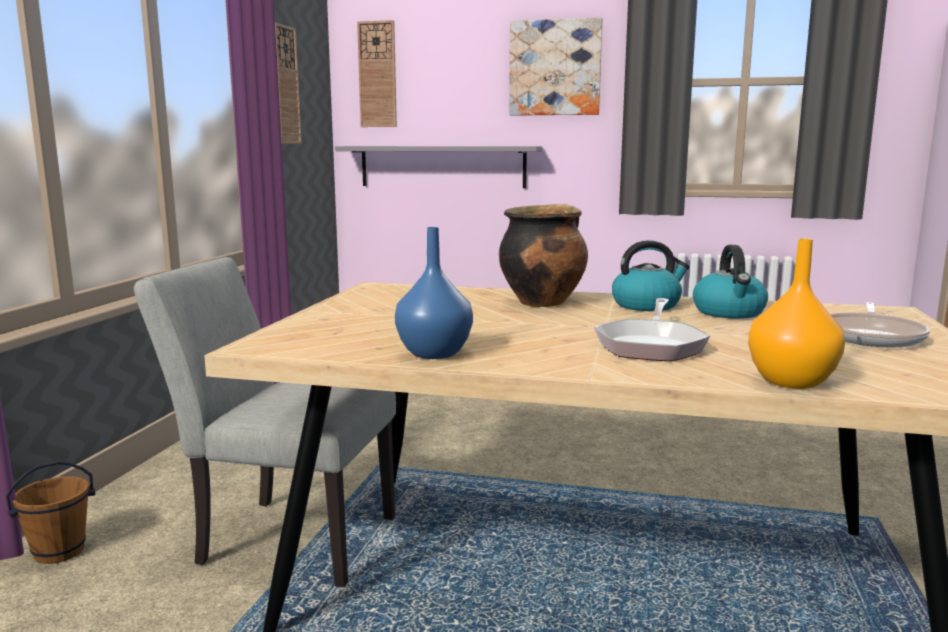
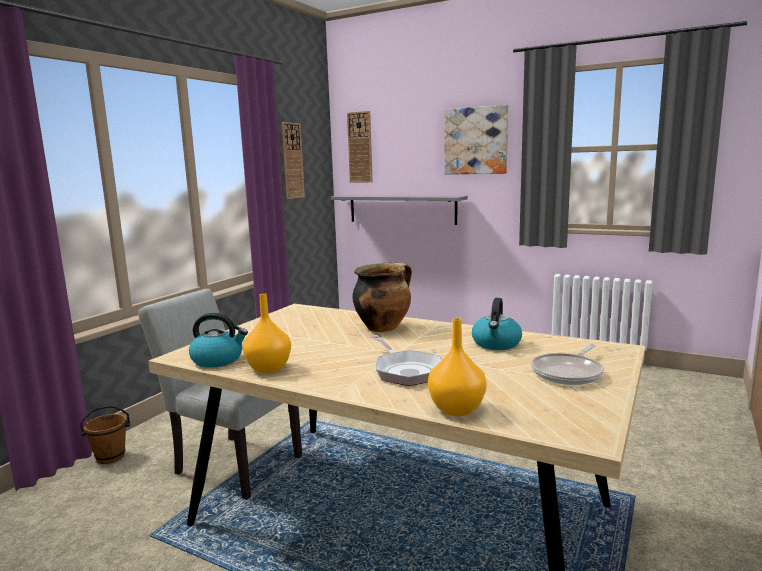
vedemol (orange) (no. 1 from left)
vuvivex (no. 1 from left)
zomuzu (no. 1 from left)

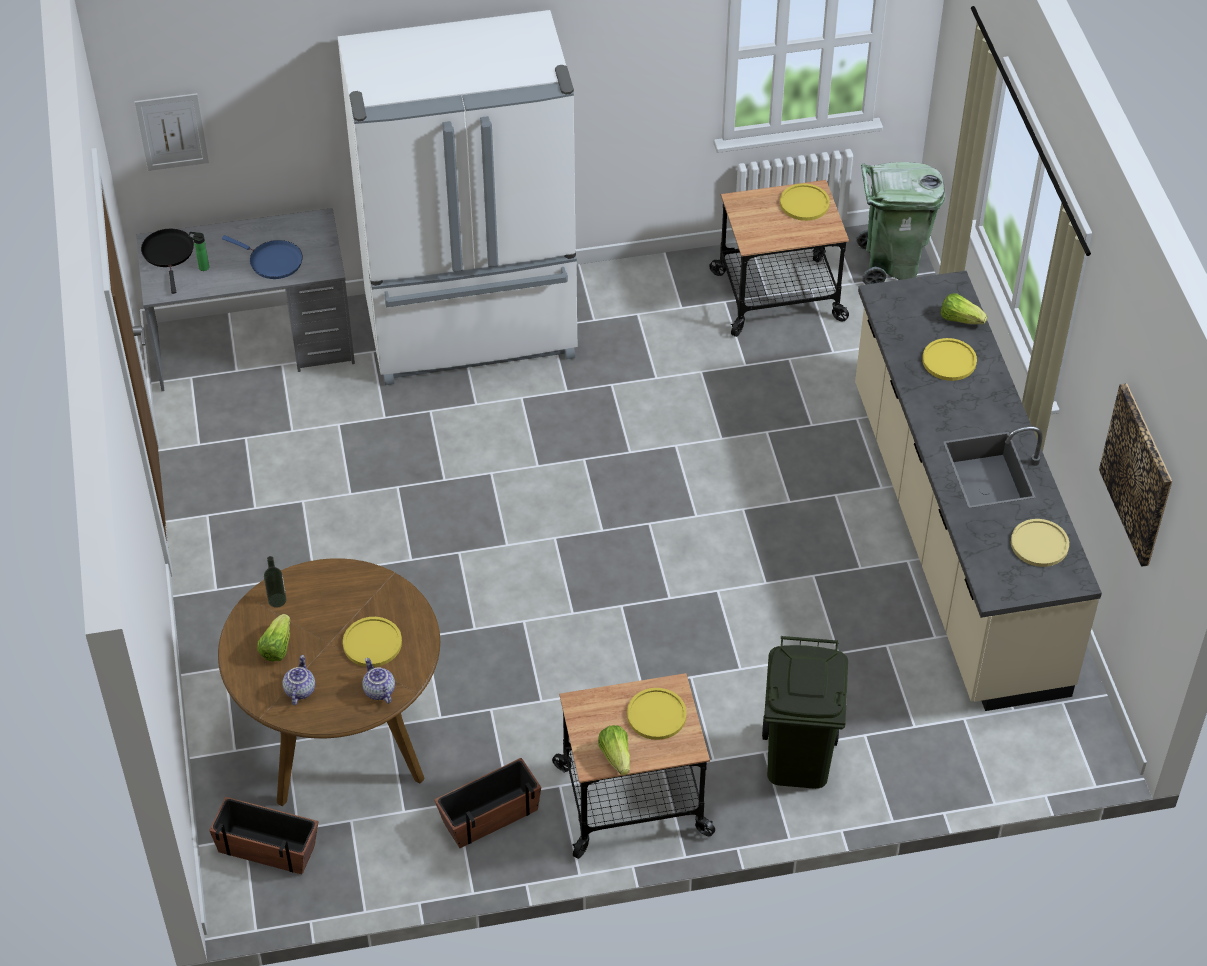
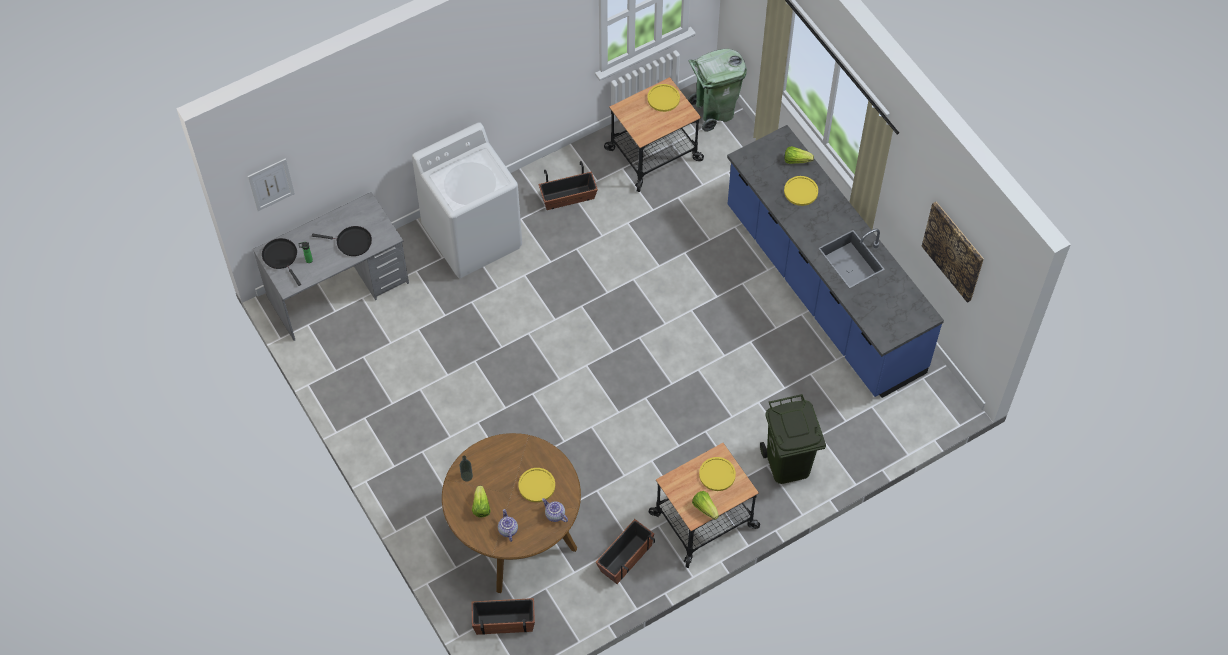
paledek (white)
zomuzu (black) (no. 2 from left)
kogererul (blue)
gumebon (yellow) (no. 5 from left in the first image)
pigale (no. 2 from left)

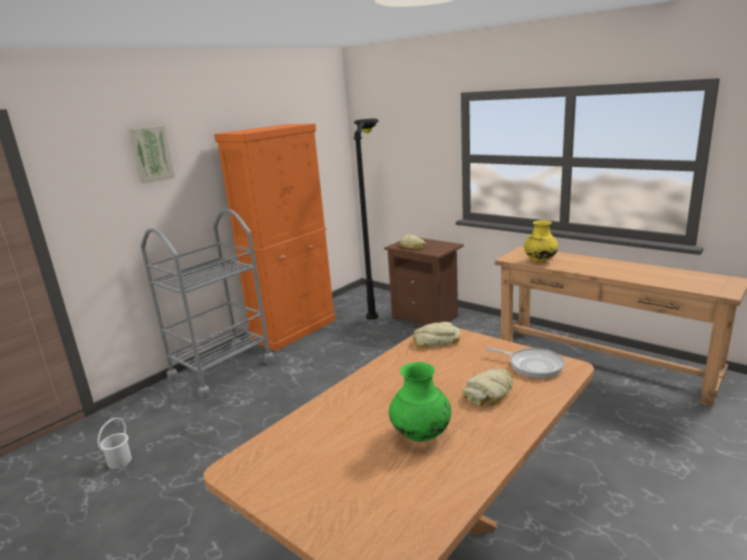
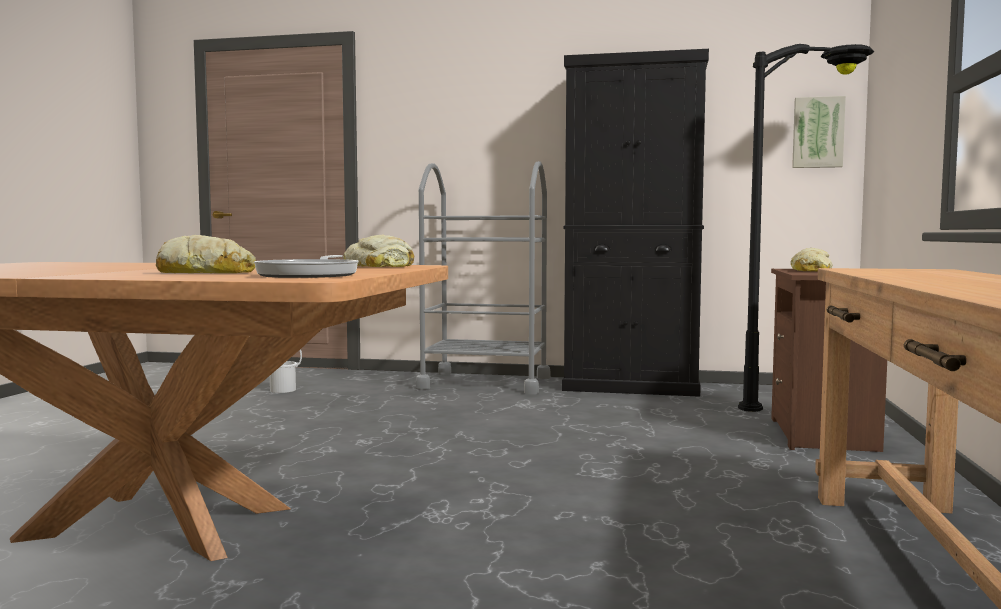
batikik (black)
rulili
vedemol (yellow)
vedemol (green)

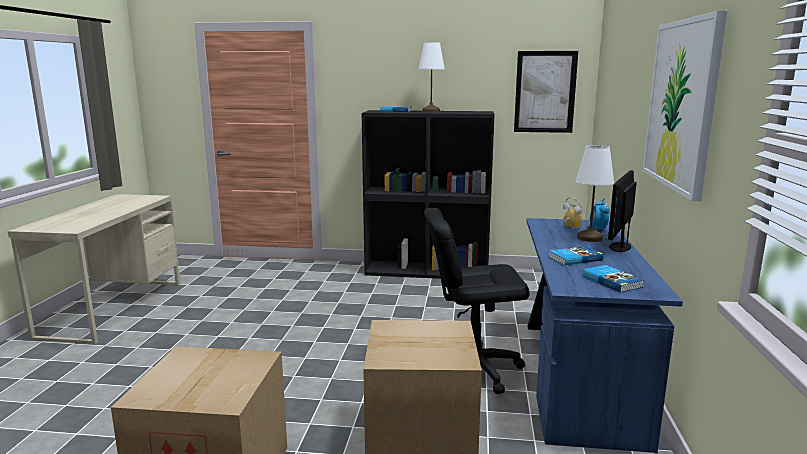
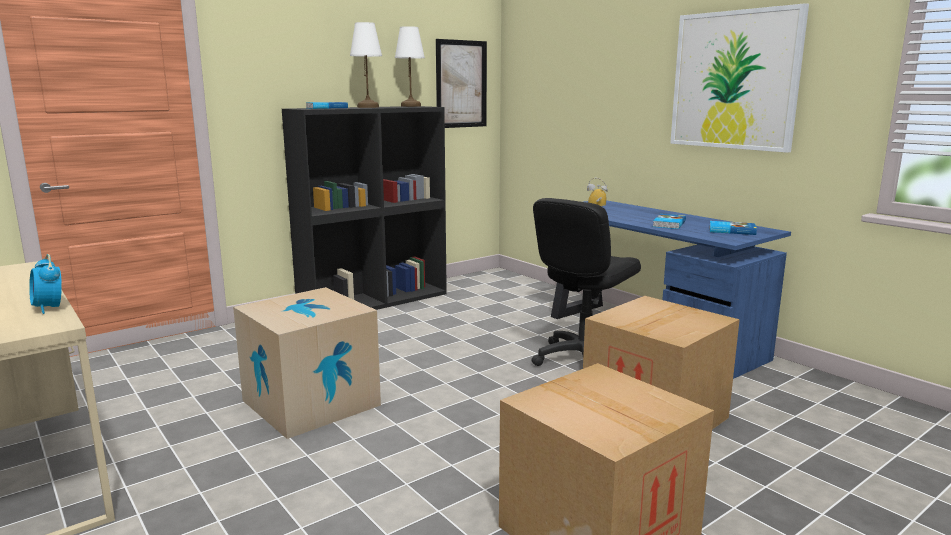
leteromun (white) (no. 2 from left)
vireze
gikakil (no. 1 from left)
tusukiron (no. 1 from left)

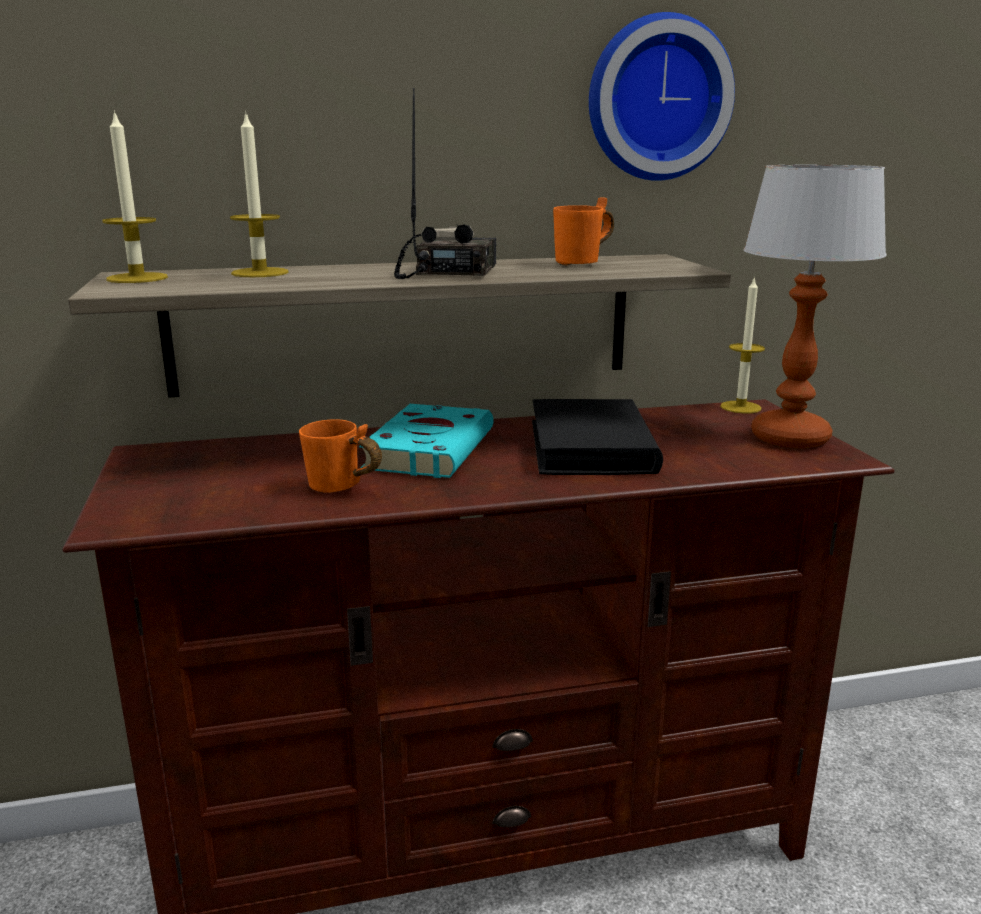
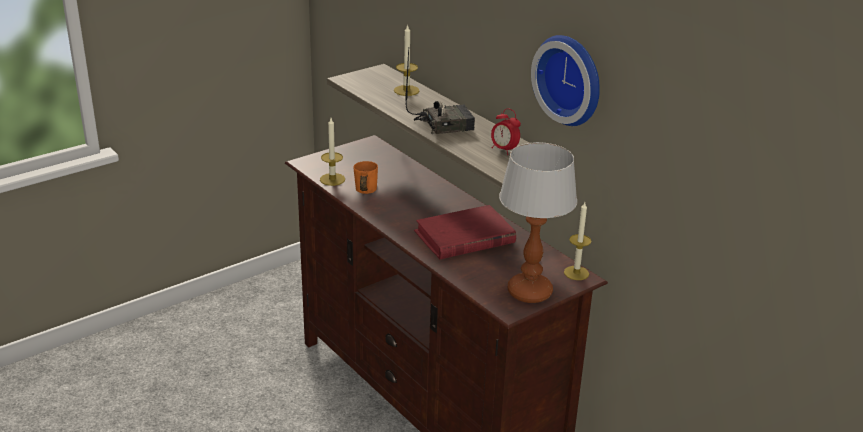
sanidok (no. 1 from left)
gikakil
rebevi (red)
rebevi (turquoise)

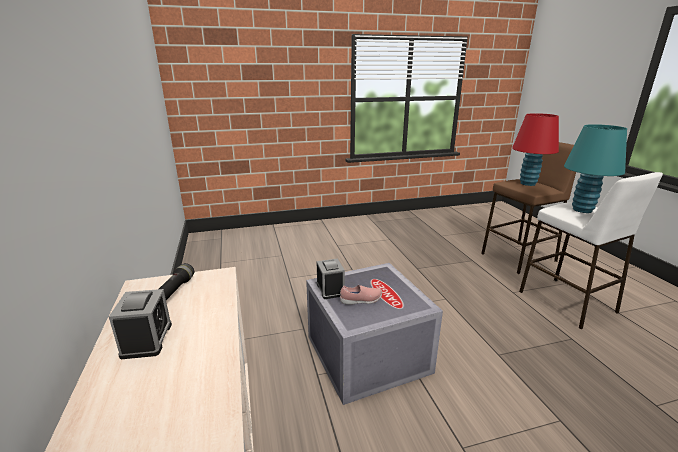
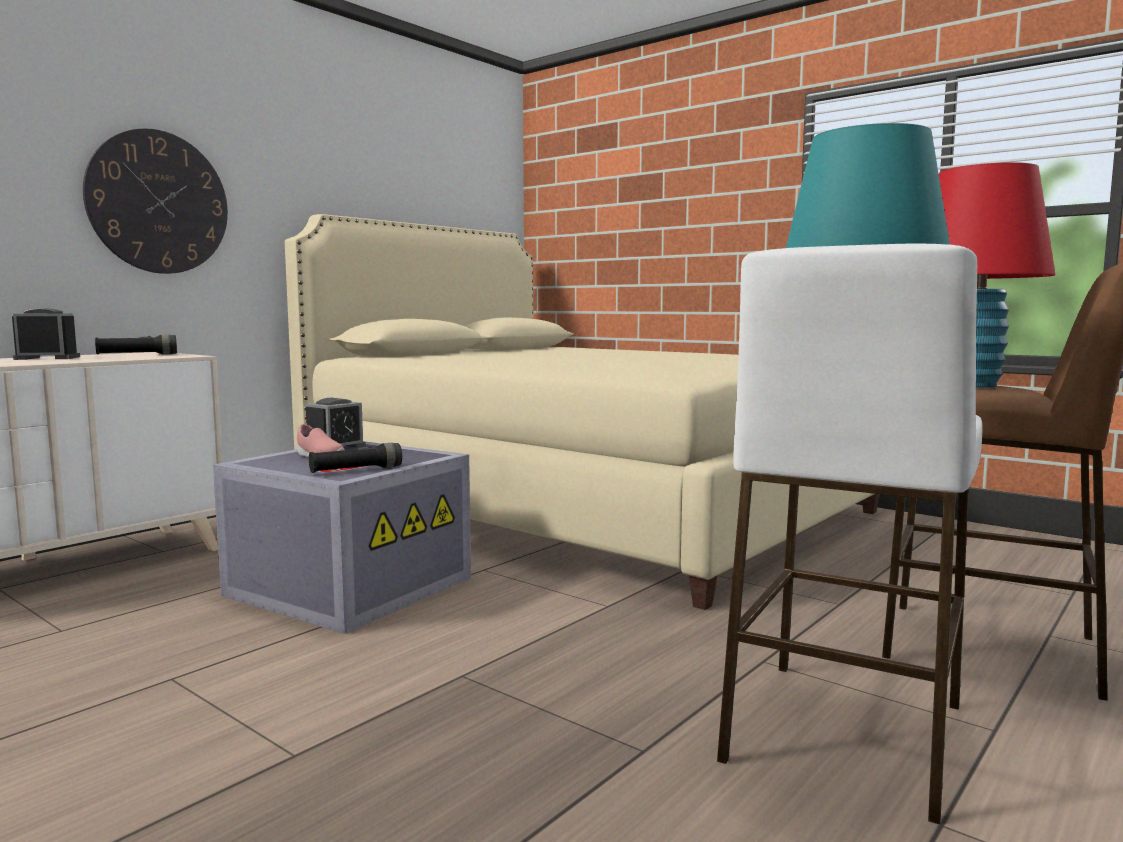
gikakil (no. 1 from left)
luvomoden
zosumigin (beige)
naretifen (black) (no. 2 from left)

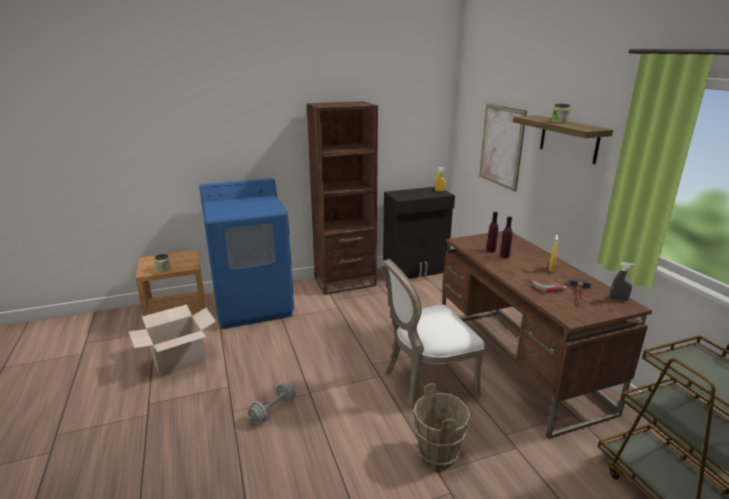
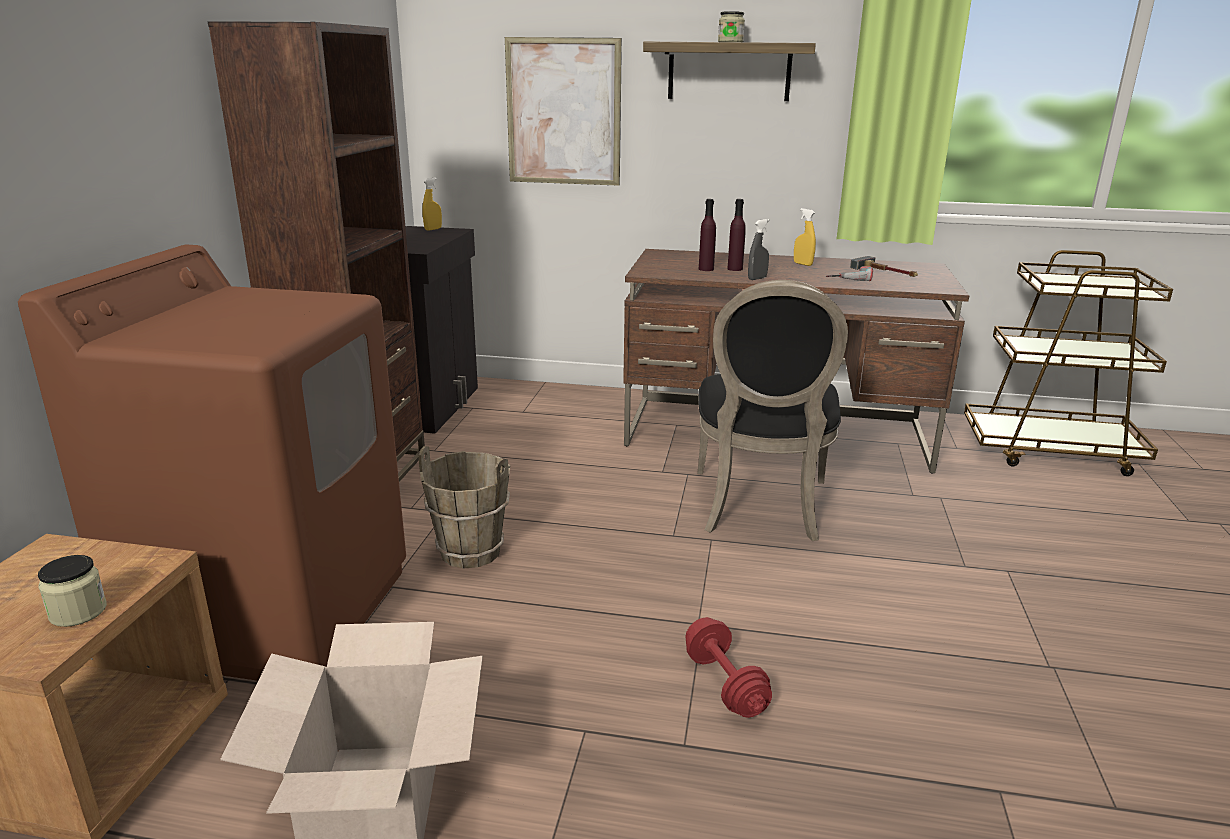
paledek (brown)
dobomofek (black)
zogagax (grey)
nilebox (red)
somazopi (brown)

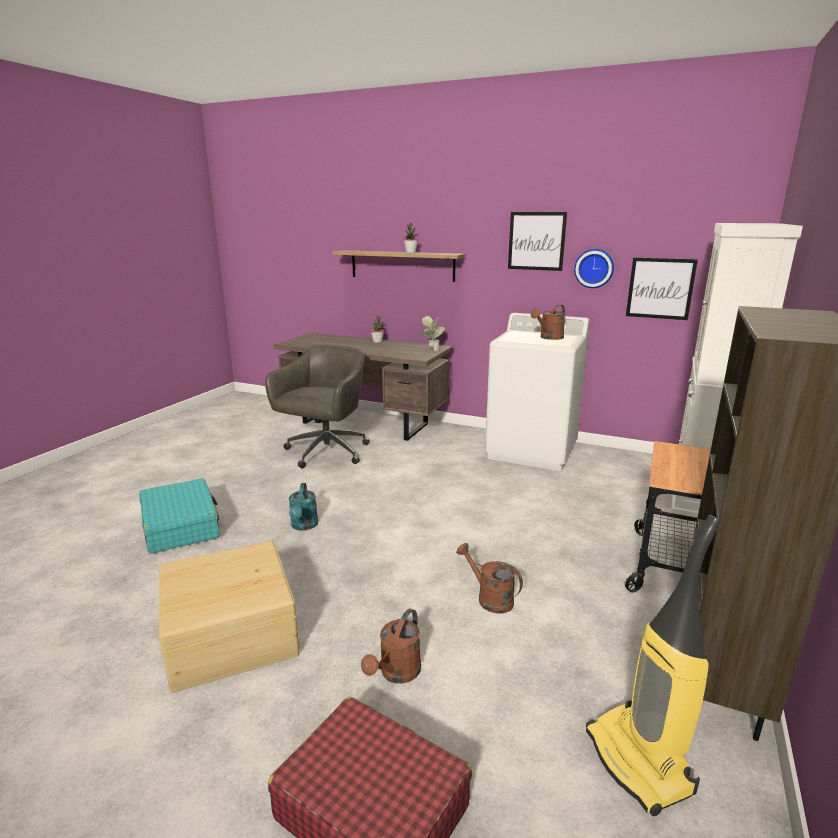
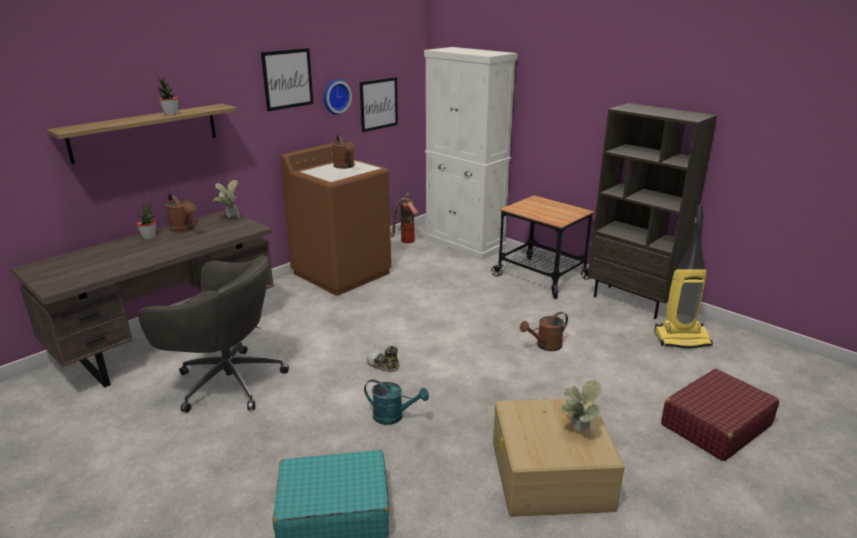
paledek (brown)
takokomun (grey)
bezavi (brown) (no. 1 from left)
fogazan
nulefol
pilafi (no. 4 from left)

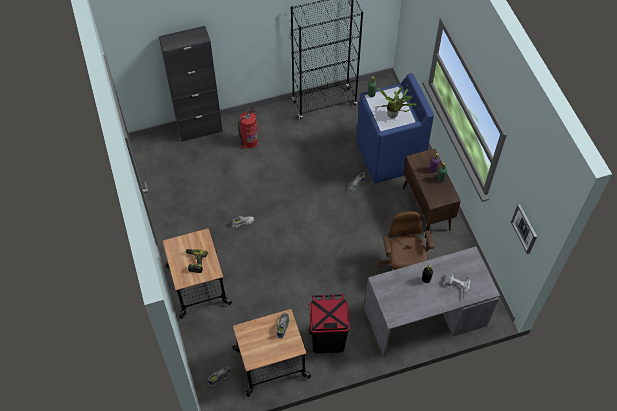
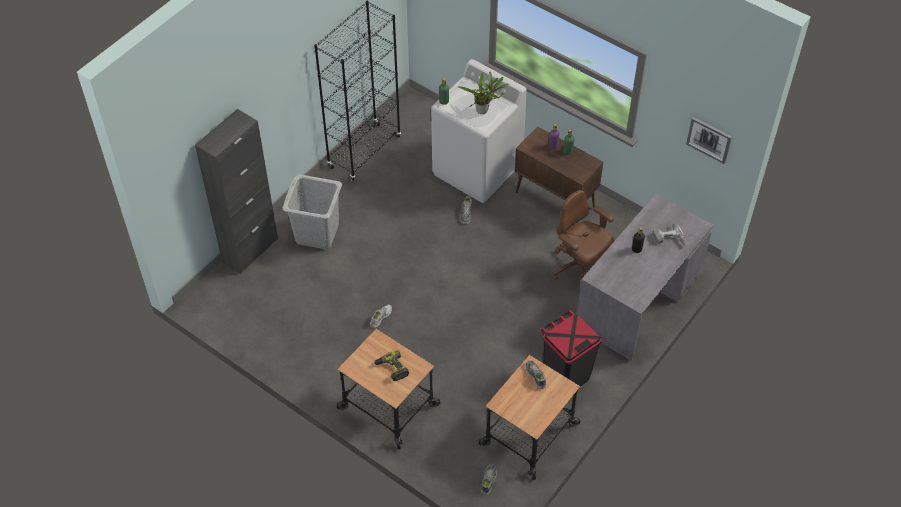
paledek (white)
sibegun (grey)

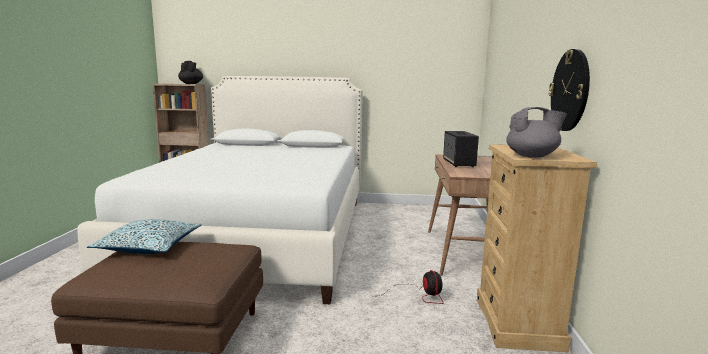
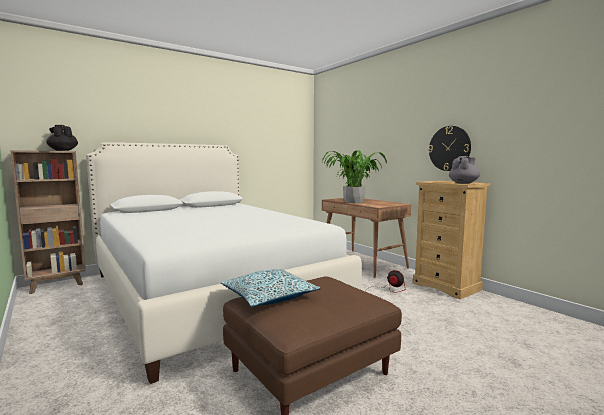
pilafi

